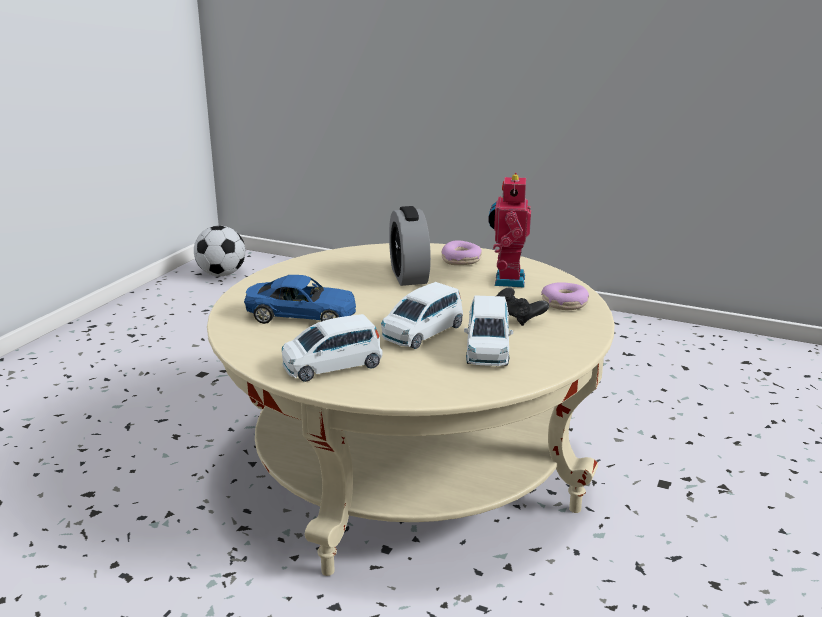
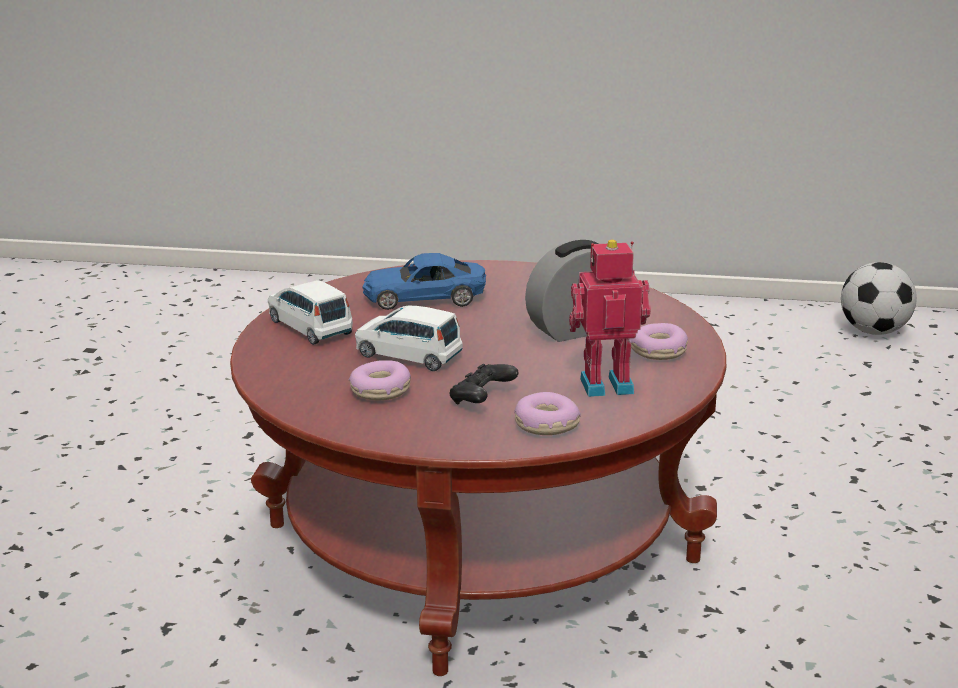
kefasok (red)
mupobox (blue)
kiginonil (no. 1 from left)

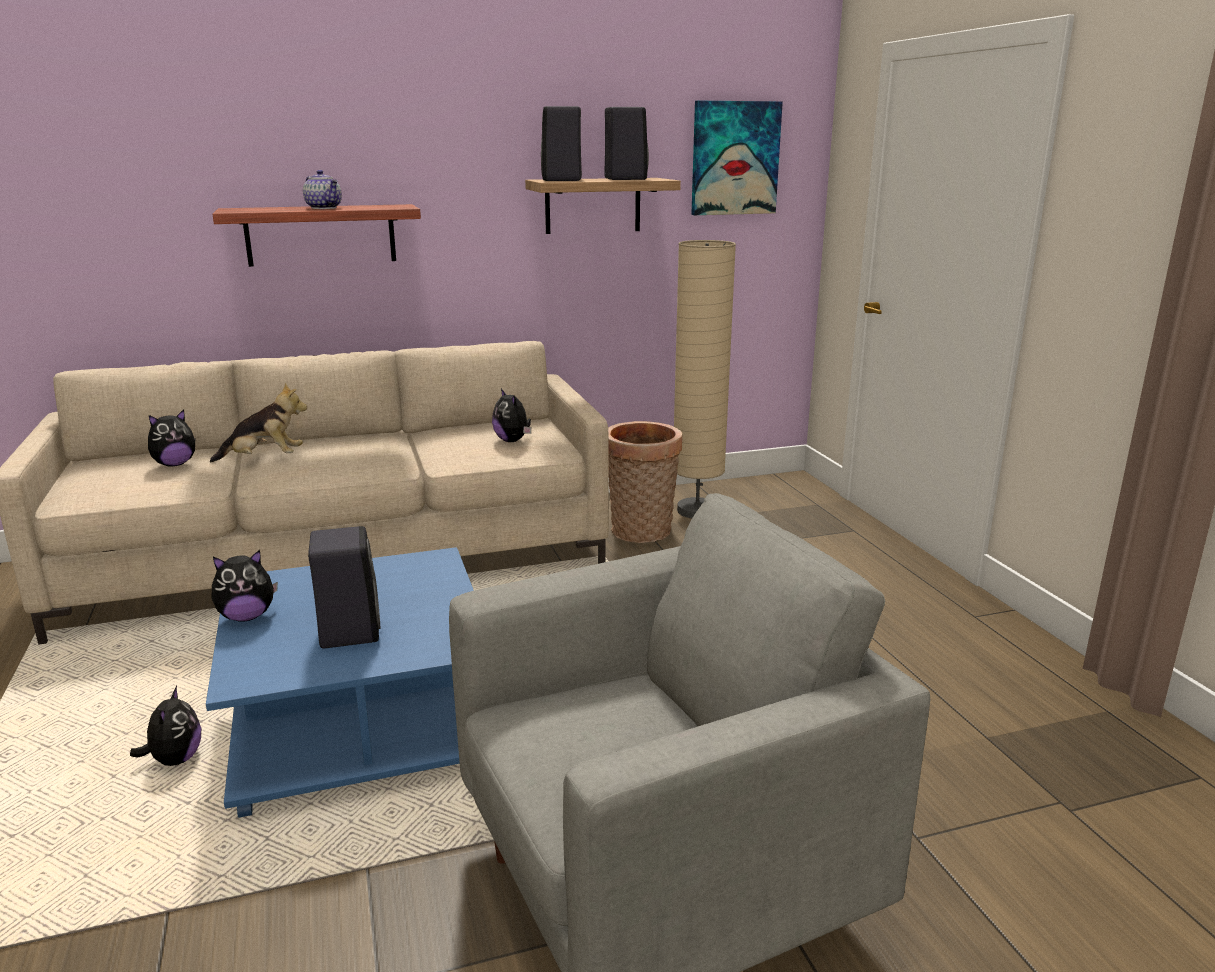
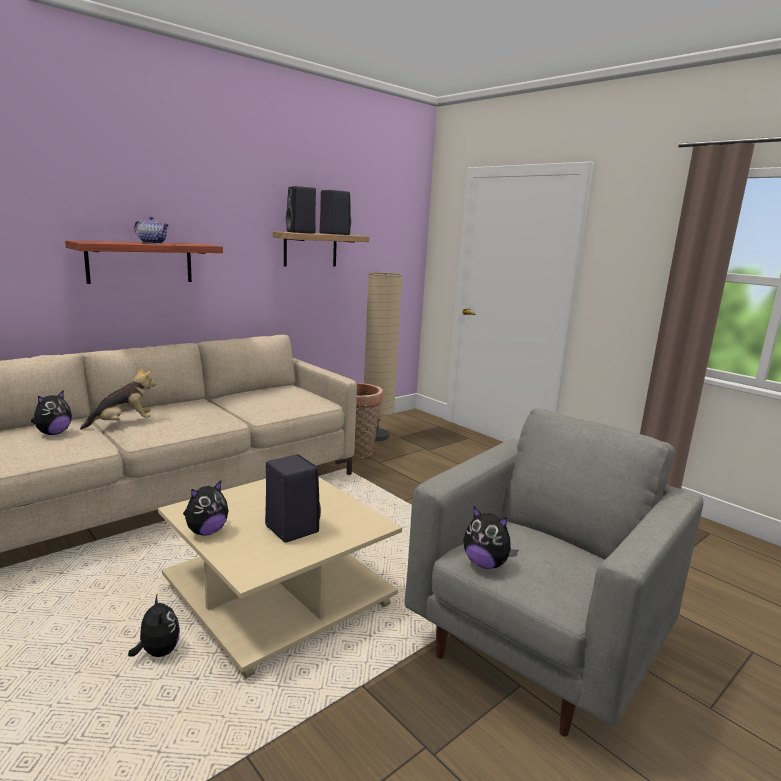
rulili
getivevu (no. 5 from left)
kefasok (beige)

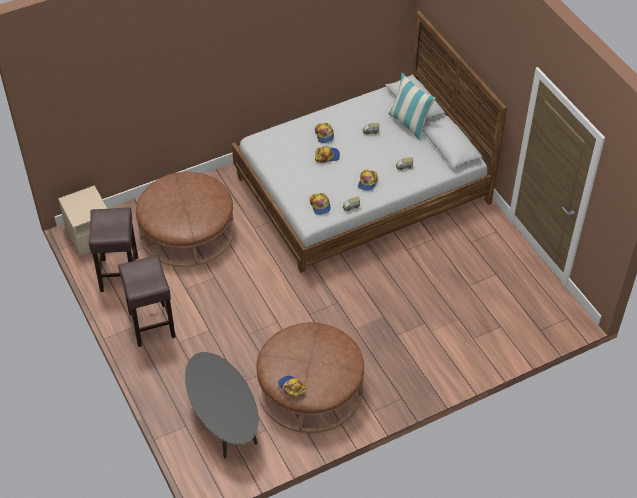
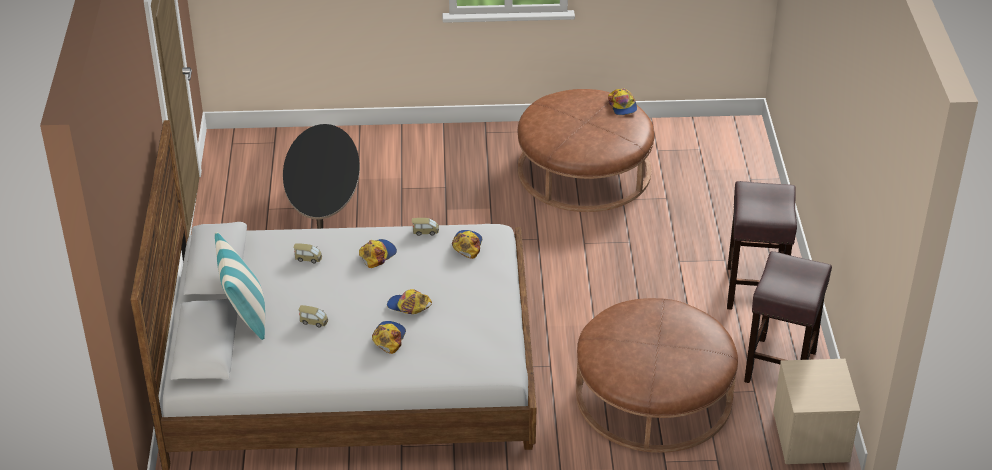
kefasok (black)

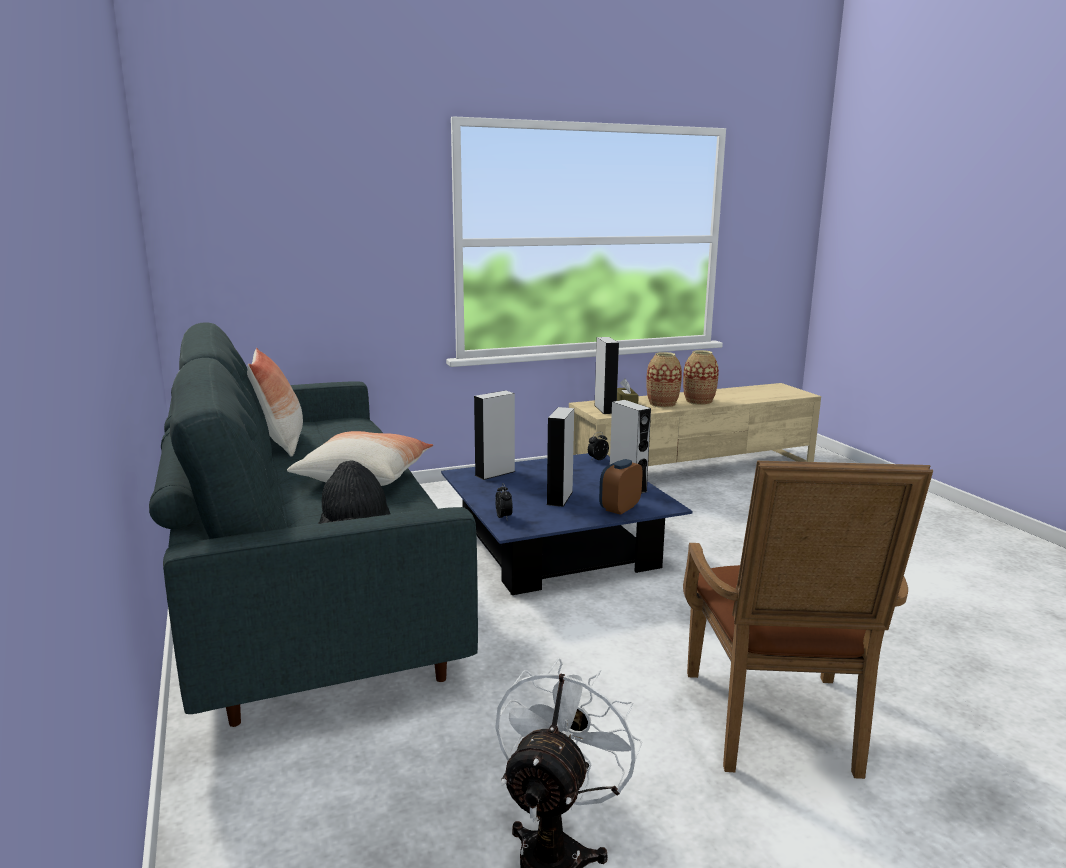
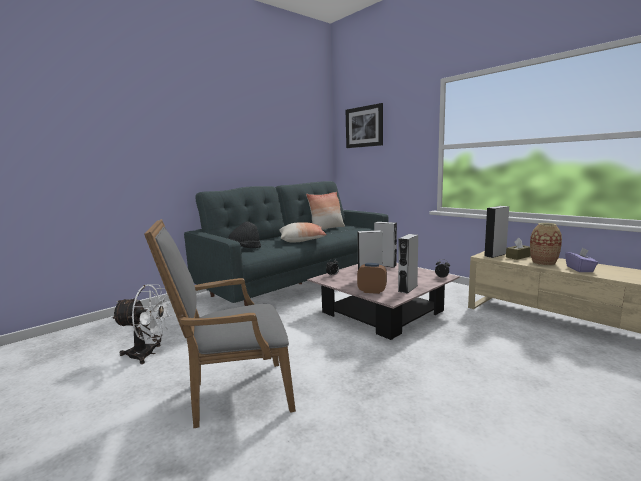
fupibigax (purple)
kefasok (pink)
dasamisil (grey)
rulili

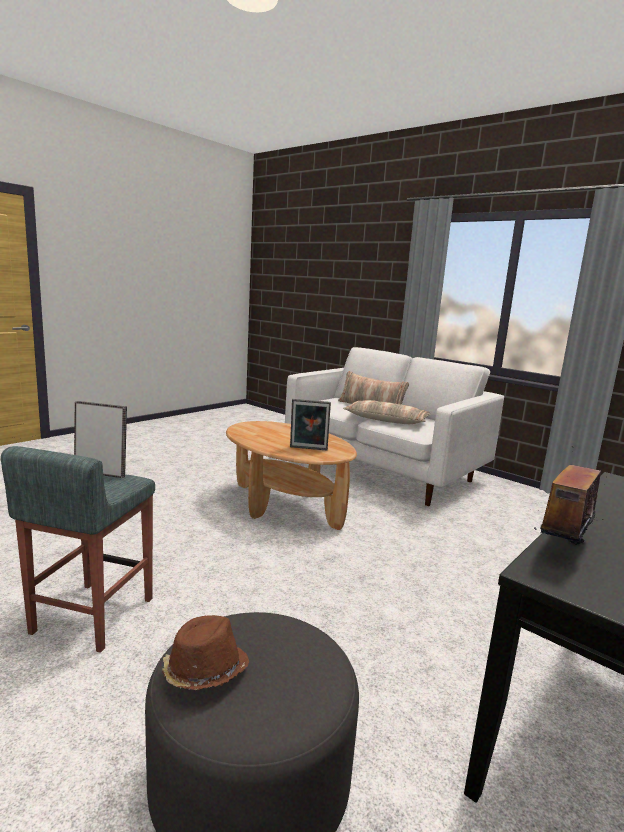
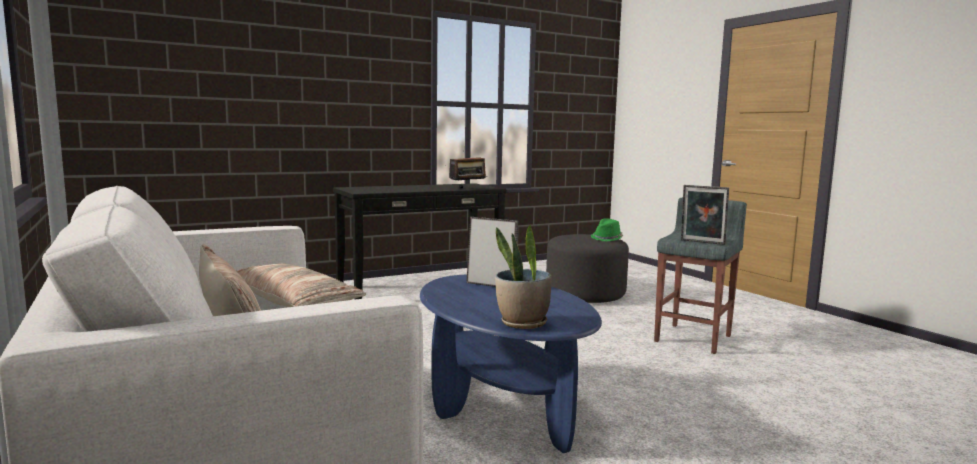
kefasok (blue)
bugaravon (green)
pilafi

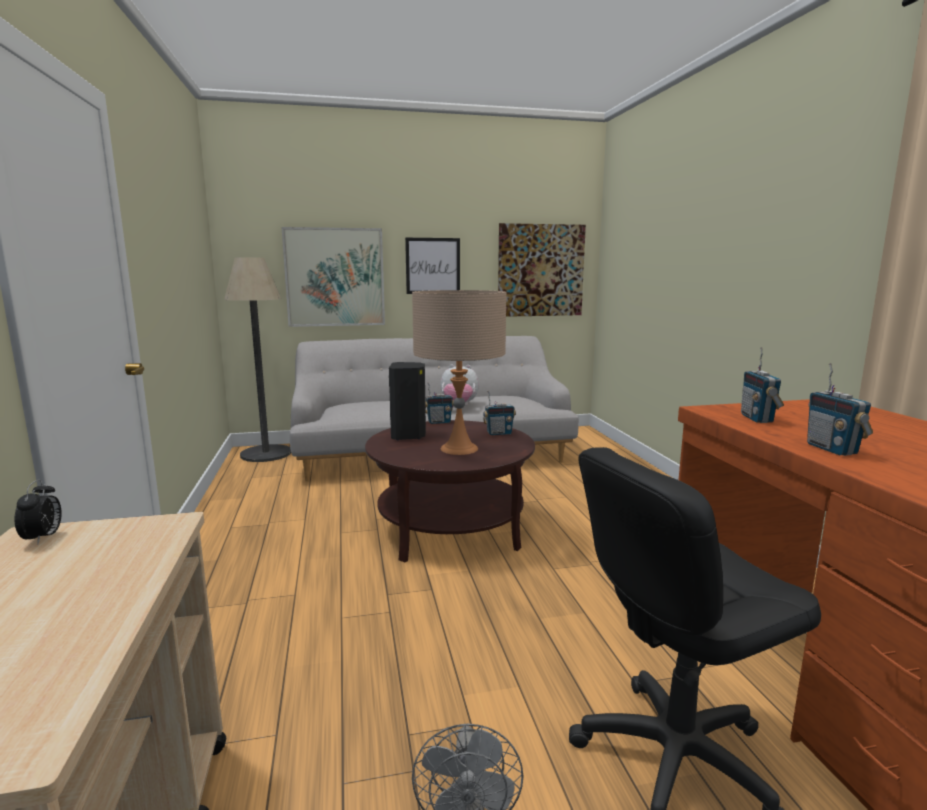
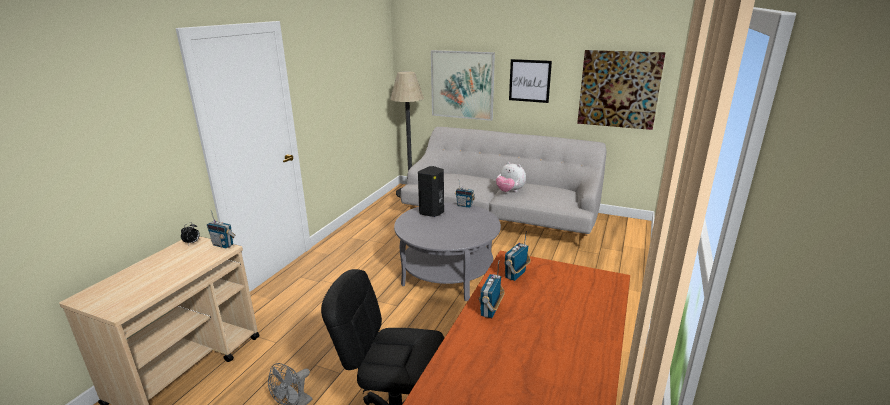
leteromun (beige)
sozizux (no. 1 from left)
kefasok (grey)

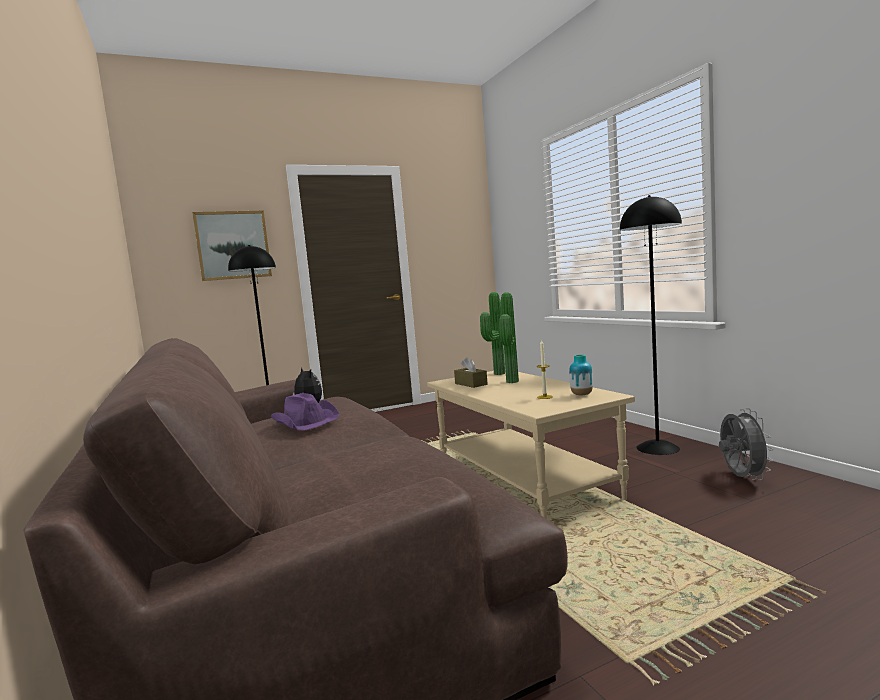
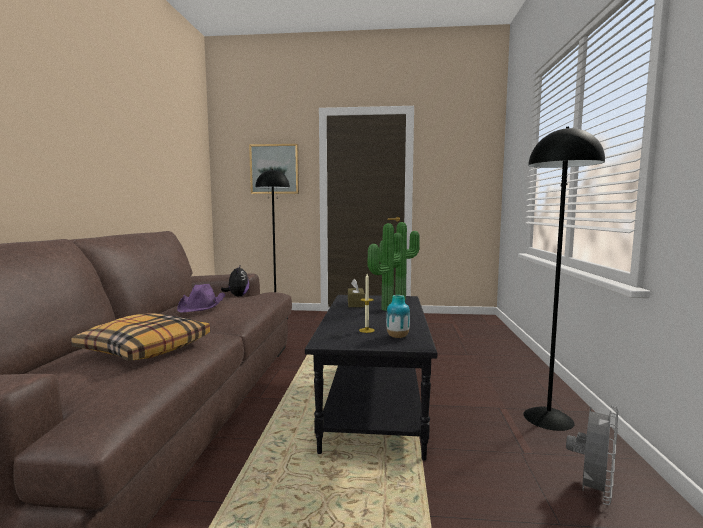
kefasok (black)
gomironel

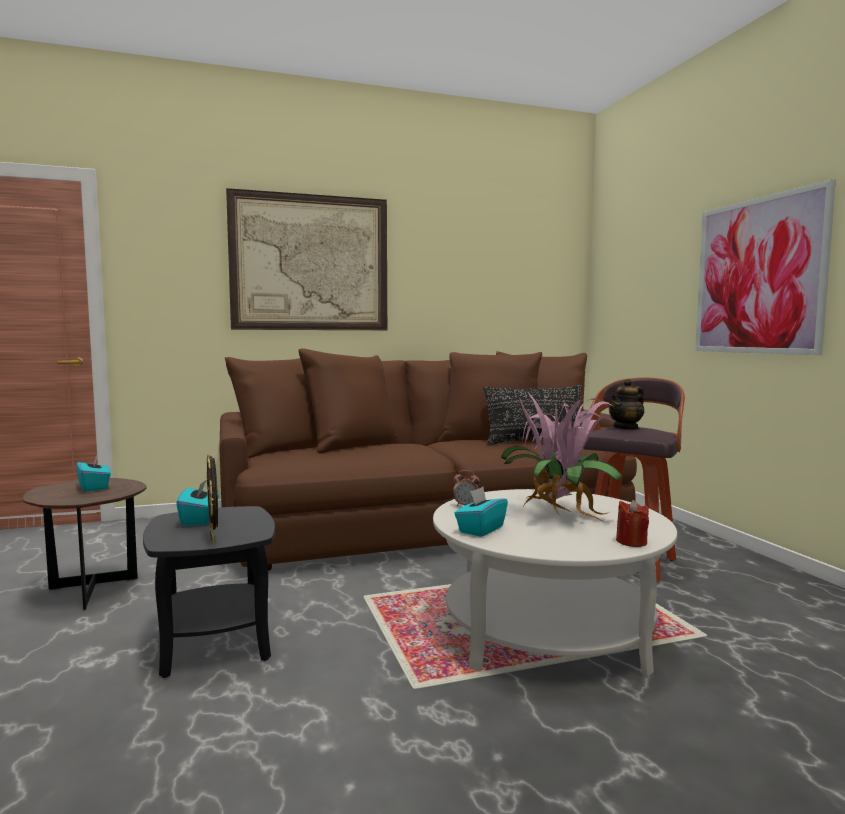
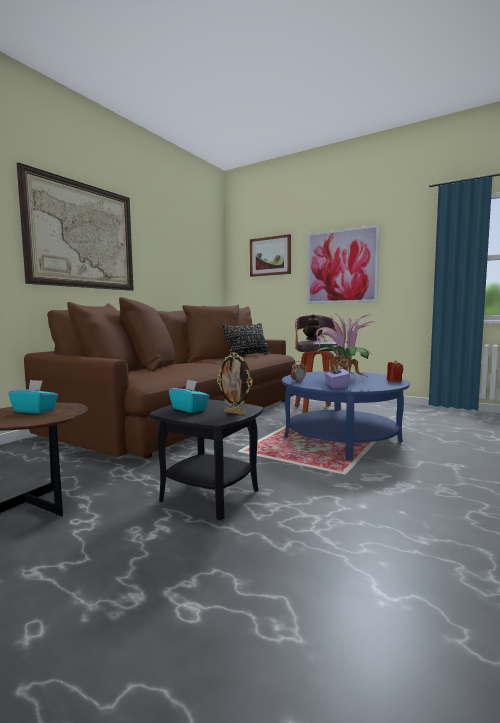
fupibigax (purple)
kefasok (blue)
rulili (no. 2 from left)

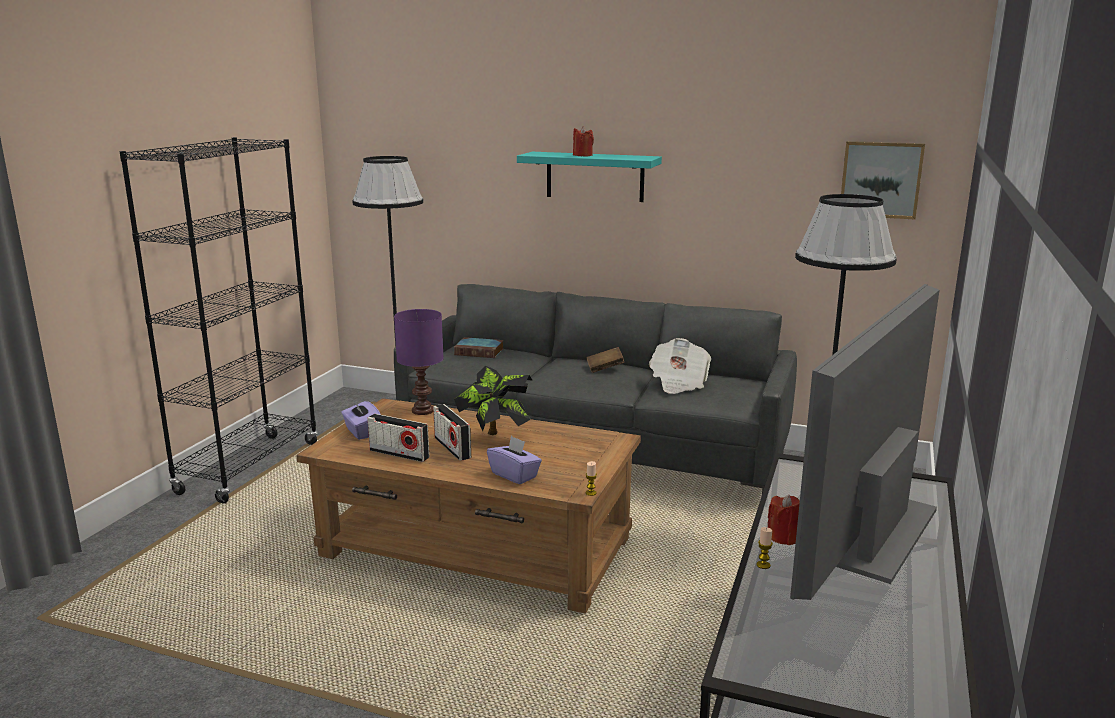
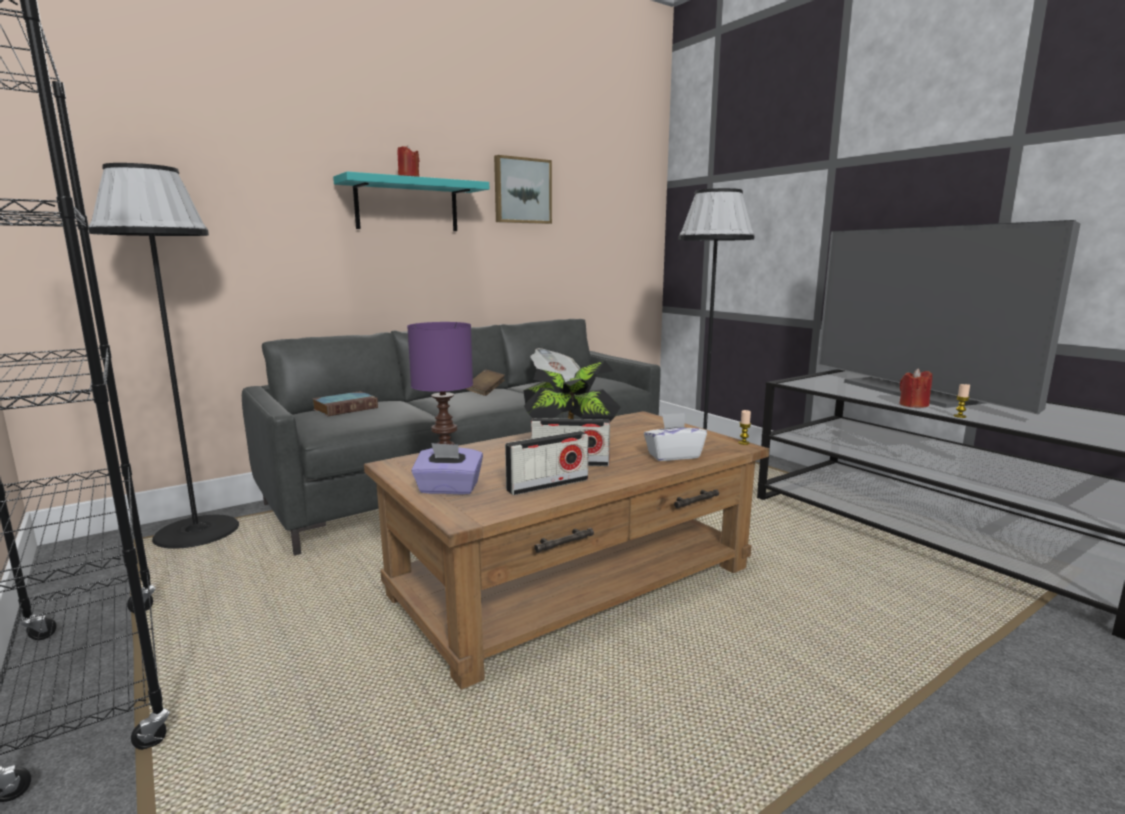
rulili
fupibigax (white)

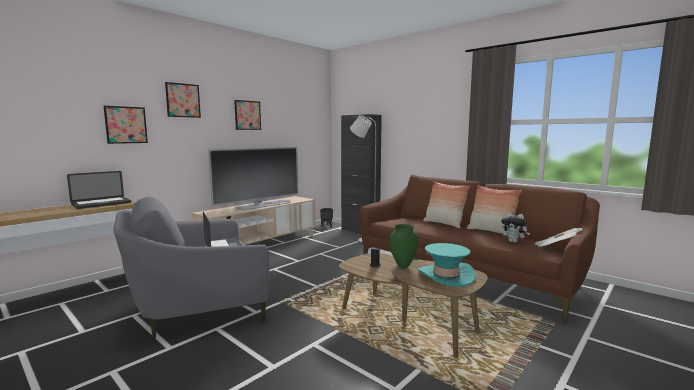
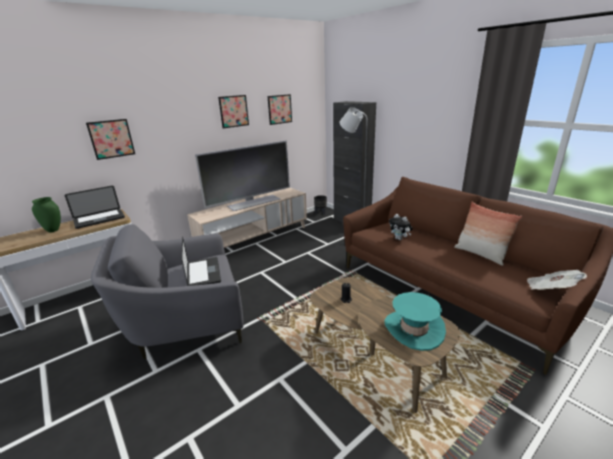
rulili (no. 3 from left)
gomironel (no. 1 from left in the first image)
getivevu
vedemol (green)

